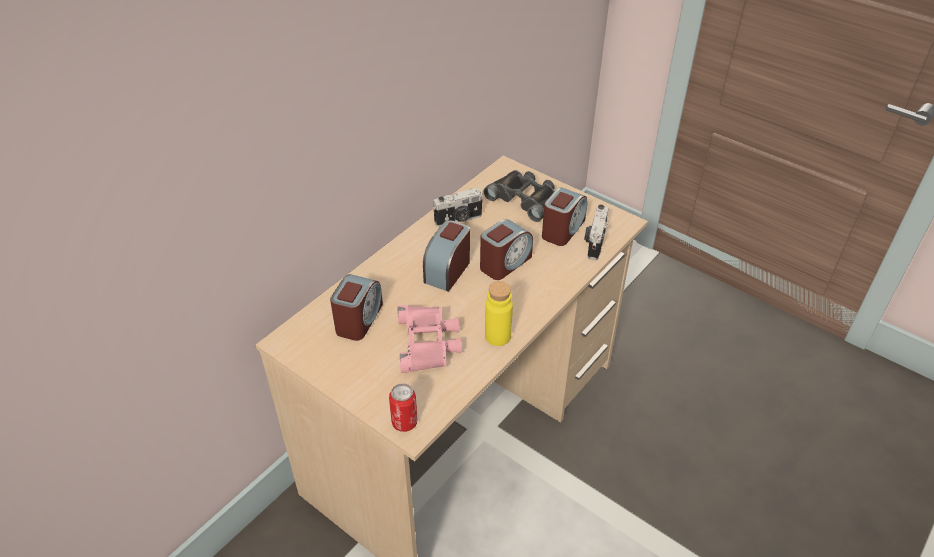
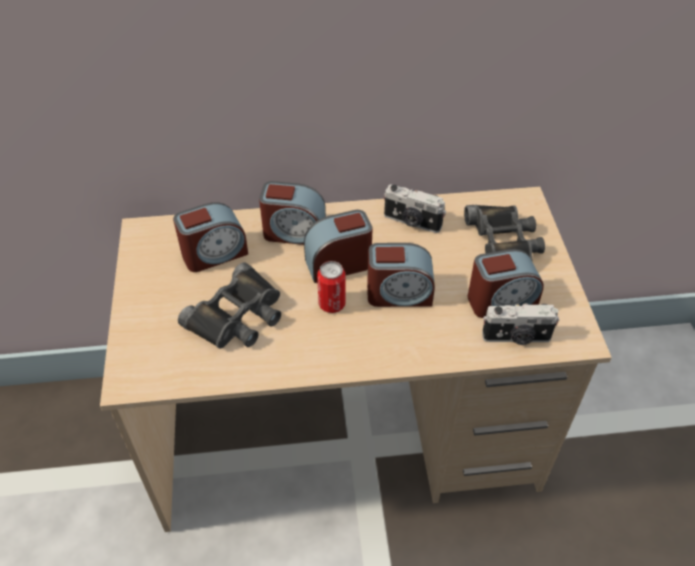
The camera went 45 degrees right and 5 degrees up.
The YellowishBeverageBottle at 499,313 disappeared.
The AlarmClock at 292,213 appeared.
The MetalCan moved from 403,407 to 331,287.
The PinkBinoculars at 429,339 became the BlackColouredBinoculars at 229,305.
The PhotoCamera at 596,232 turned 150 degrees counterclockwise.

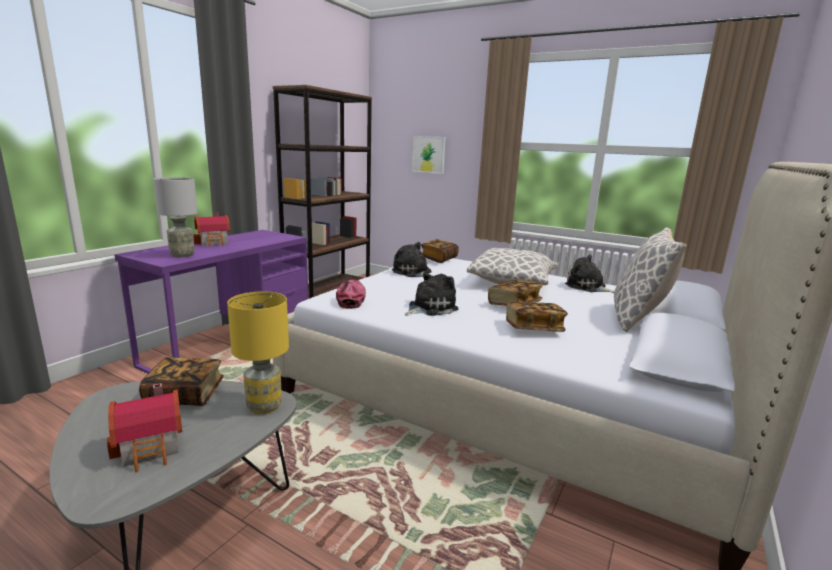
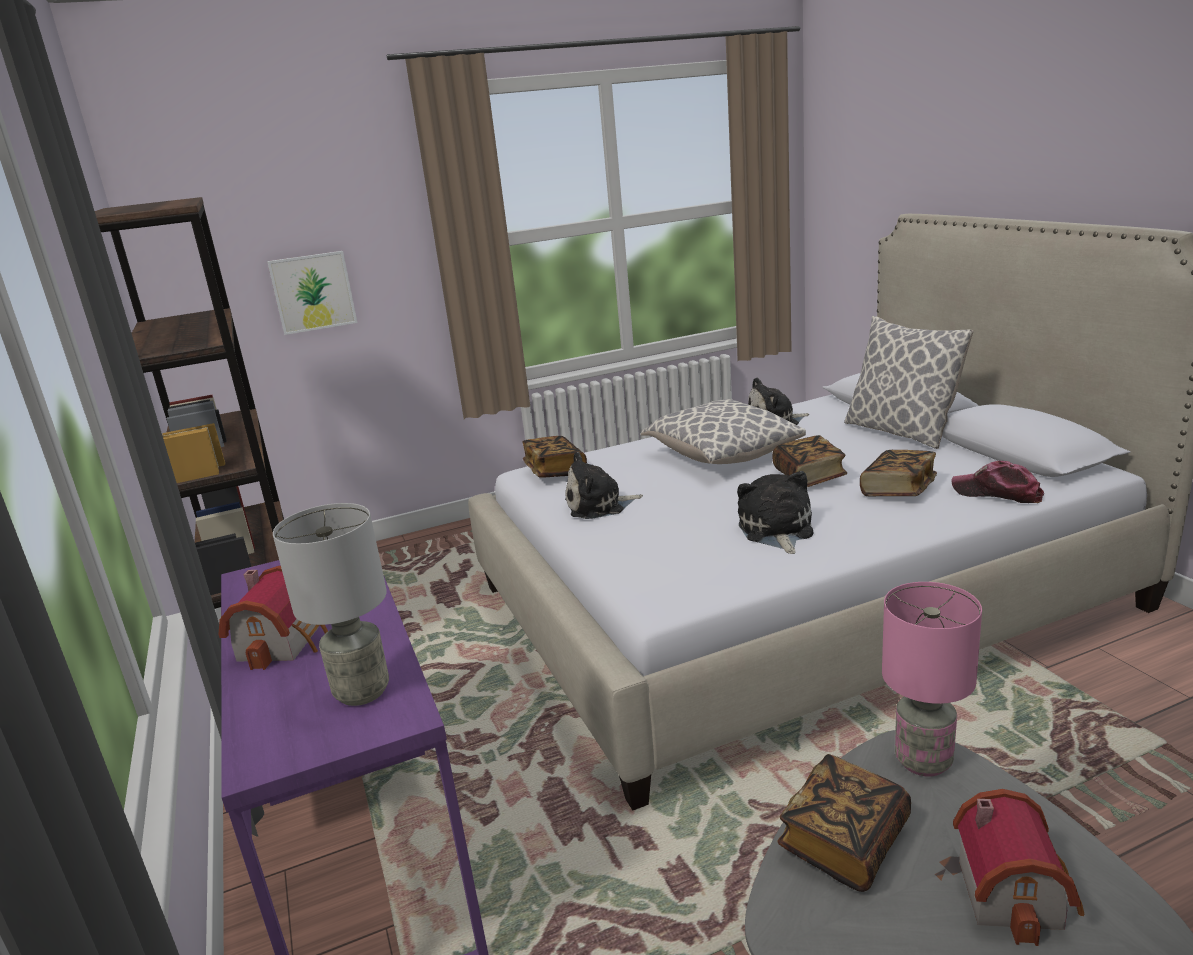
The camera went 50 degrees left and 5 degrees up.
The Cap moved from 351,294 to 997,482.
The YellowishTableLamp at 258,352 became the PinkTableLamp at 932,679.

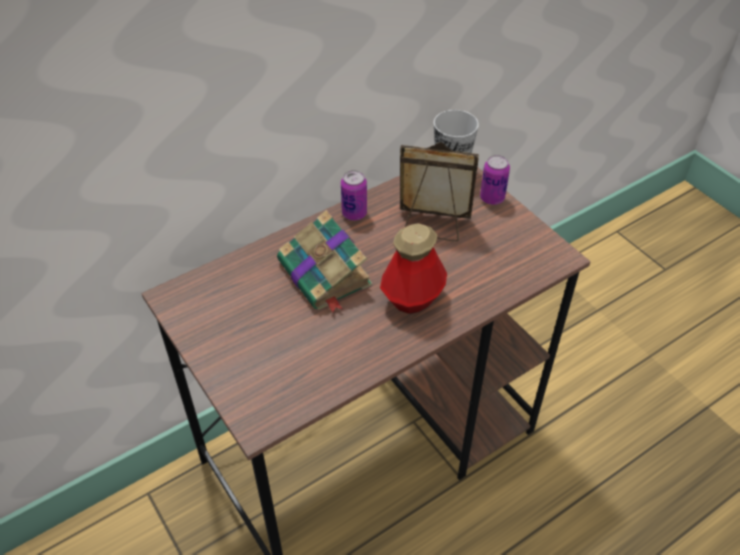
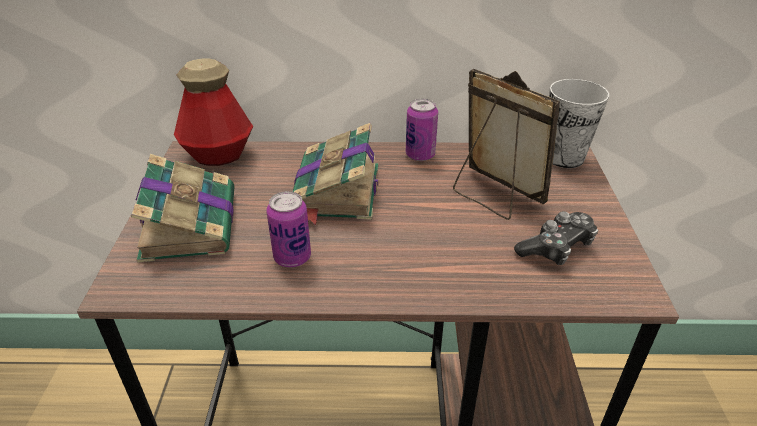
The camera went 35 degrees right and 10 degrees down.
The BoundBook at 182,208 appeared.
The Gamepad at 556,238 appeared.
The BeverageBottle moved from 413,268 to 213,112.
The MetalCan moved from 495,180 to 288,229.

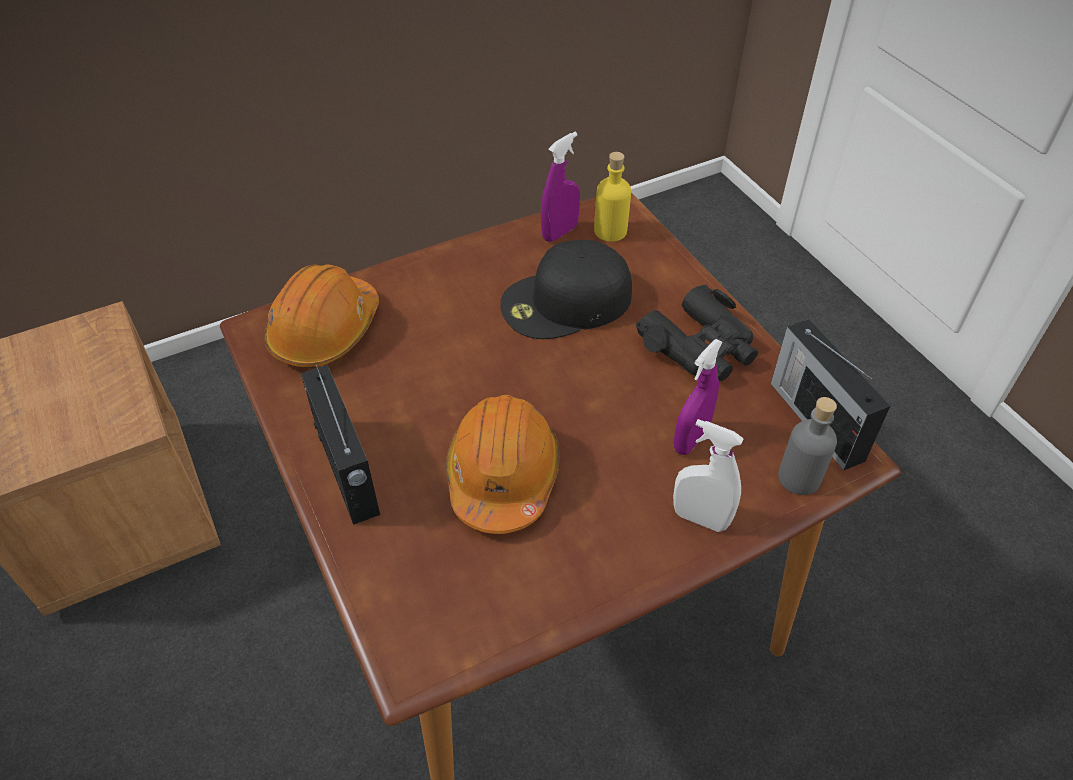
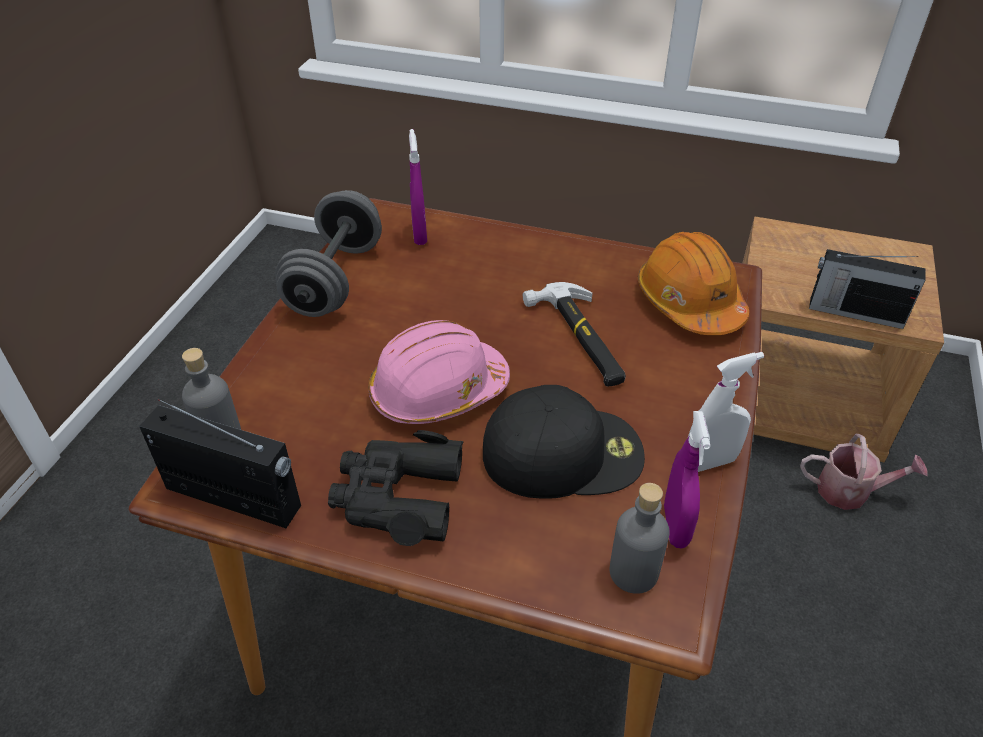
The camera went 135 degrees right and 5 degrees down.
The OrangeSafetyHelmet at 502,464 disappeared.
The GrayHandWeight at 328,253 appeared.
The PinkSafetyHelmet at 439,372 appeared.
The Hammer at 574,334 appeared.
The SprinklingCan at 864,472 appeared.
The RadioReceiver moved from 340,444 to 867,289.
The PurplishSprayer moved from 698,397 to 418,187.
The WhiteColouredSprayer moved from 708,475 to 726,412.
The YellowishBeverageBottle at 612,197 became the GrayBeverageBottle at 639,538.
The BlackColouredCap at 566,289 turned 60 degrees clockwise.

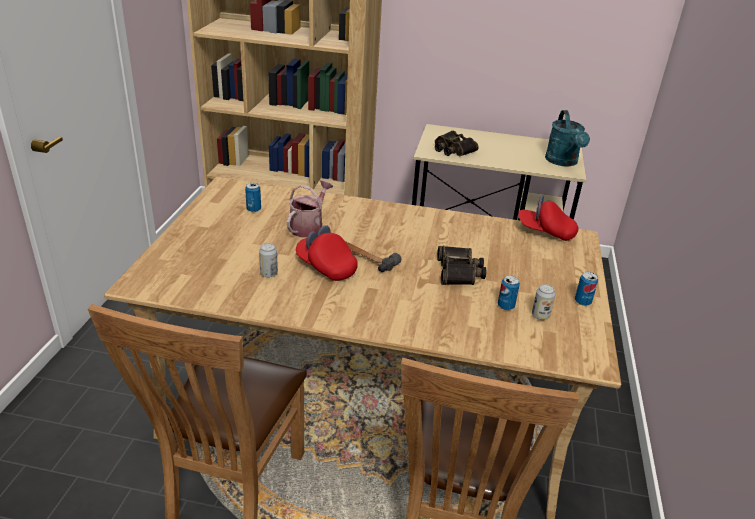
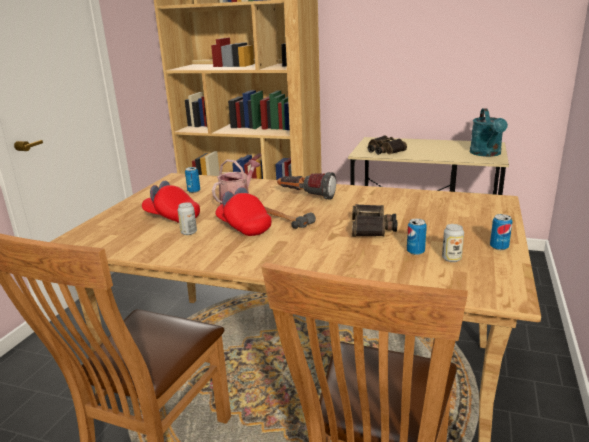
The camera went 10 degrees right and 10 degrees down.
The Torch at 306,186 appeared.
The RedColouredCap moved from 548,218 to 171,202.

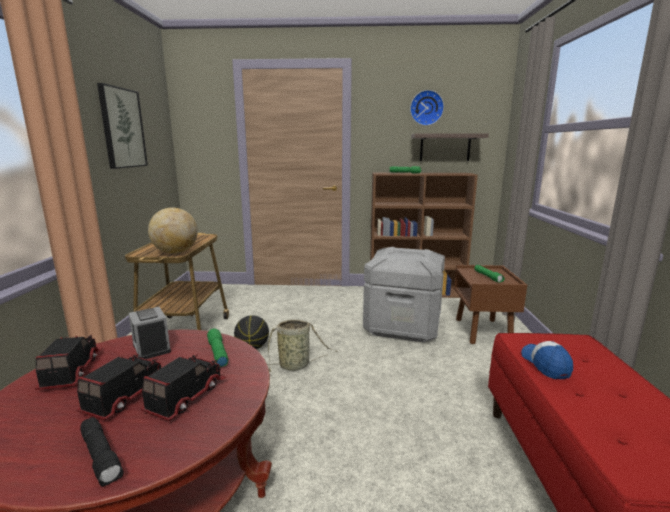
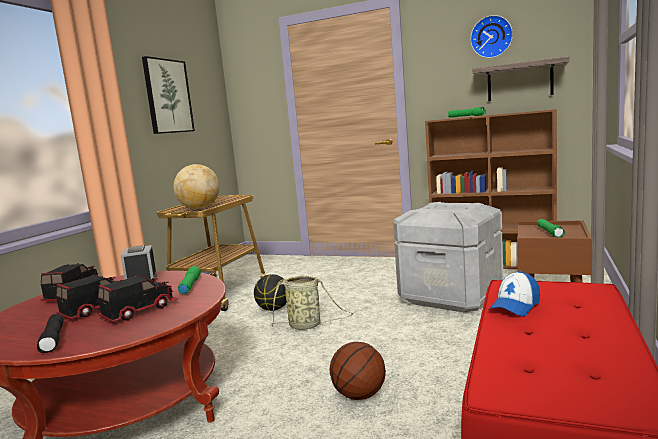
The camera went 20 degrees right and 5 degrees down.
The BallForBasketball at 358,371 appeared.
The Cap at 547,360 turned 150 degrees counterclockwise.

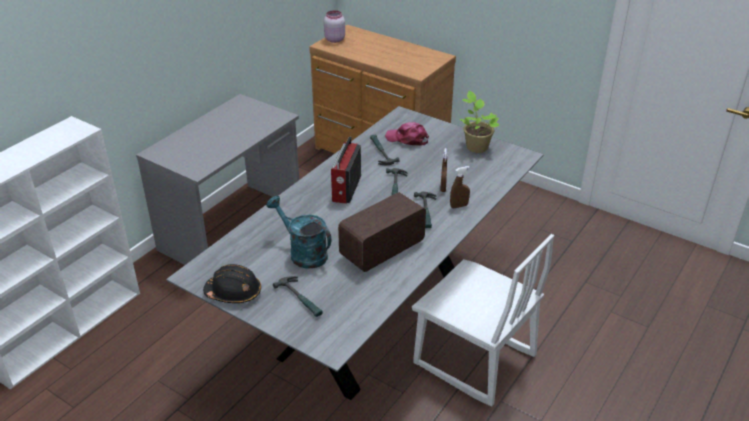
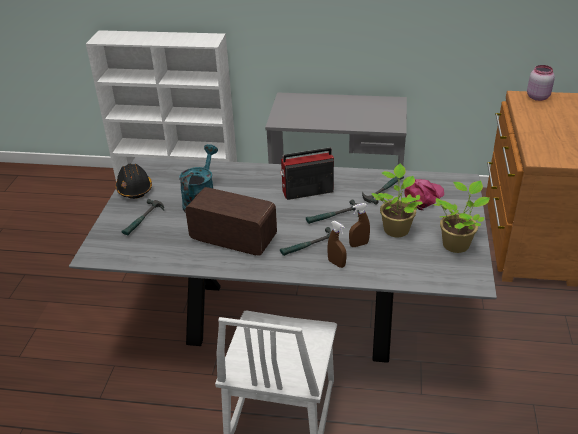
The camera went 65 degrees right and 0 degrees up.
The PlantInAPot at 397,200 appeared.
The PinkCap at 407,134 turned 45 degrees clockwise.

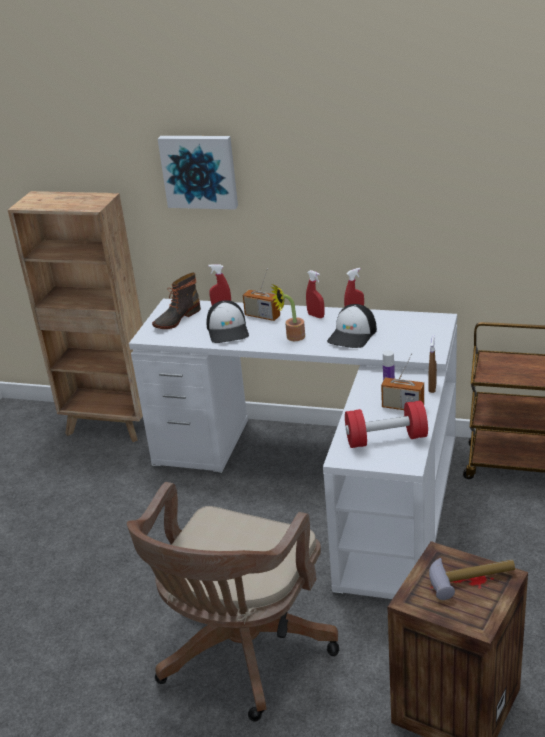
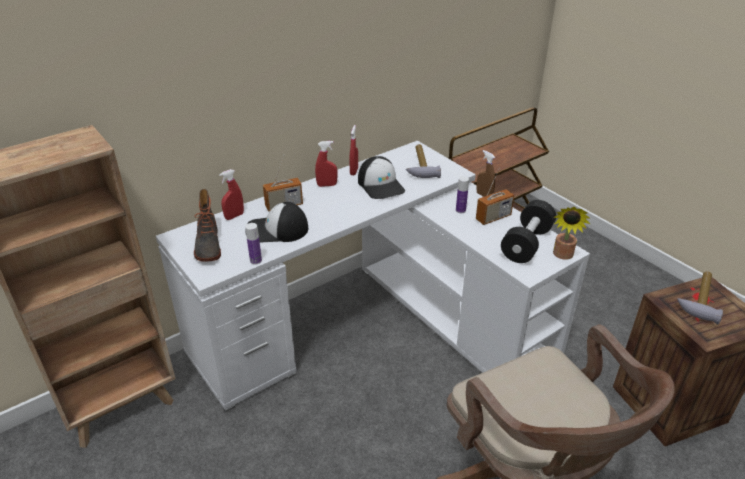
The camera went 55 degrees left and 5 degrees up.
The WallPicture at 198,173 disappeared.
The BeverageBottle at 253,243 appeared.
The Hammer at 423,161 appeared.
The PlantInAPot moved from 288,312 to 572,233.
The RedColouredHandWeight at 386,424 became the BlackColouredHandWeight at 528,231.
The Cap at 227,321 turned 150 degrees clockwise.

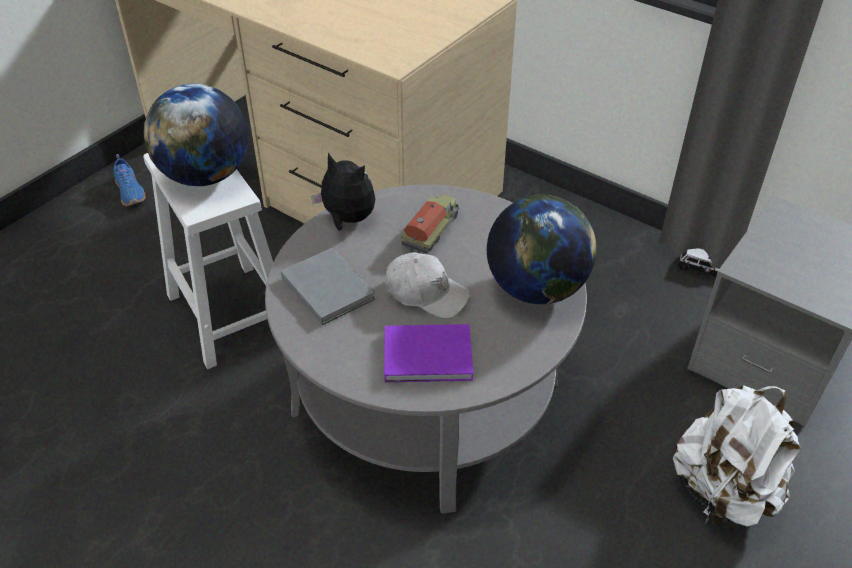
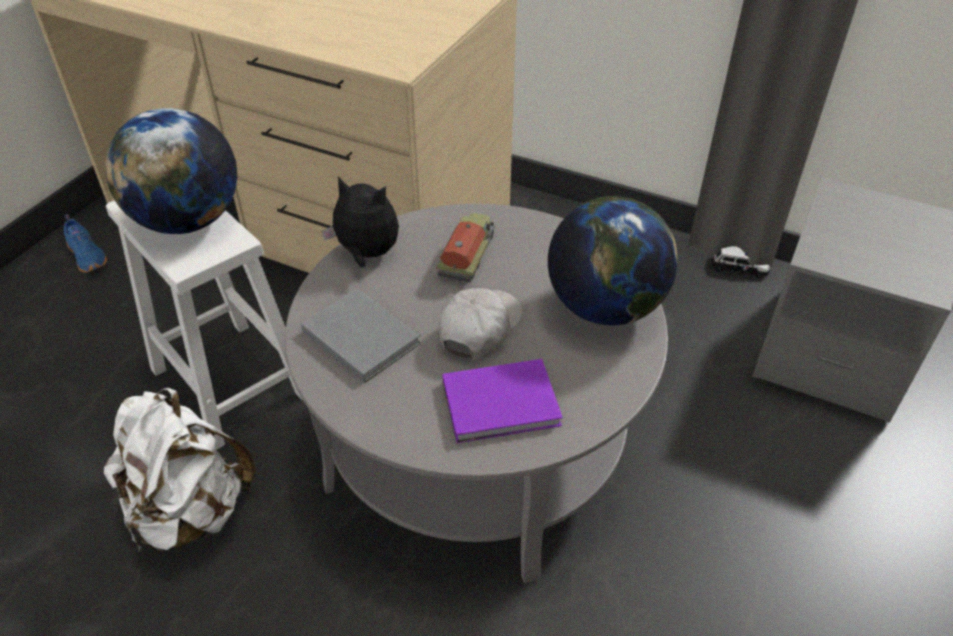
The camera went 10 degrees left and 0 degrees up.
The WhiteColouredRucksack moved from 736,456 to 180,470.
The WhiteColouredCap at 427,285 turned 75 degrees counterclockwise.

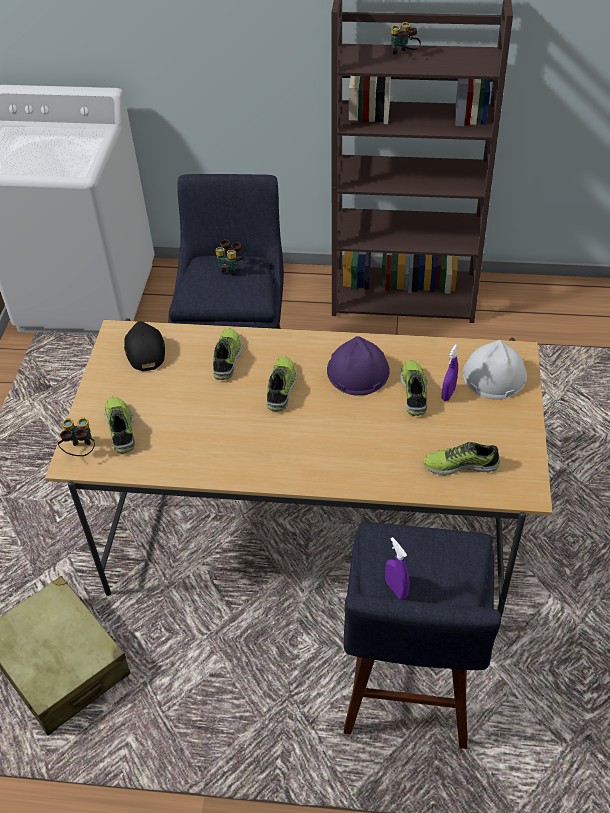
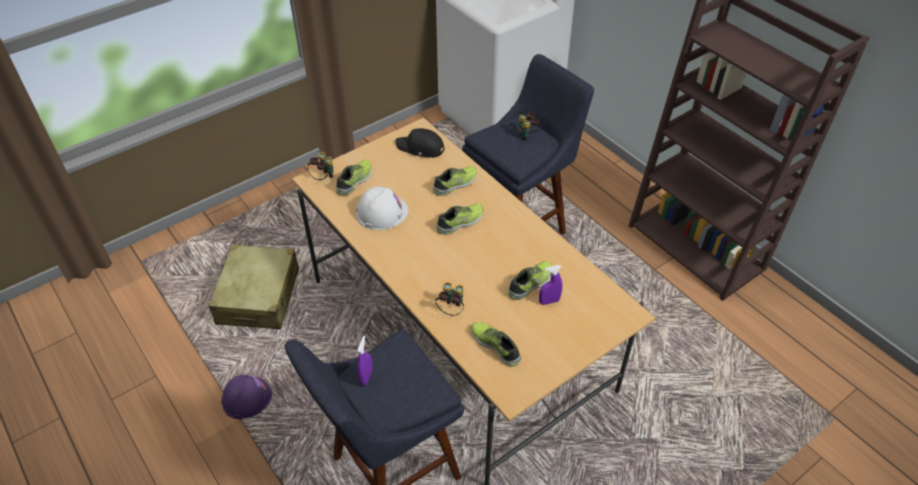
The camera went 45 degrees right and 0 degrees up.
The PurplishSafetyHelmet moved from 358,366 to 246,397.
The Binoculars moved from 406,38 to 449,299.
The WhiteColouredSafetyHelmet moved from 495,370 to 382,208.
The BlackColouredCap at 144,346 turned 105 degrees counterclockwise.

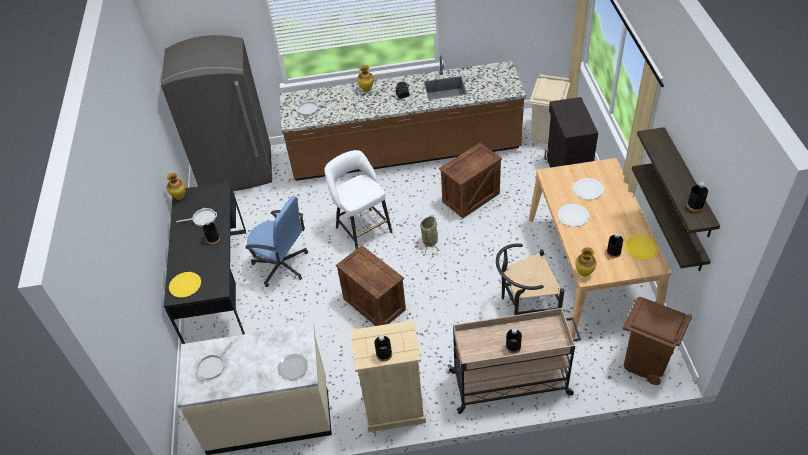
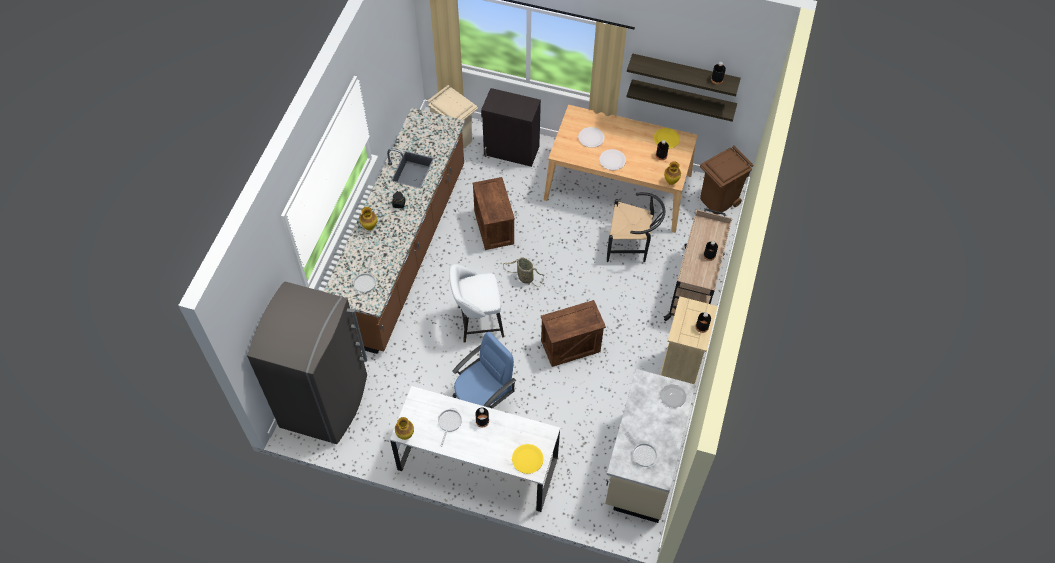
The camera went 70 degrees left and 10 degrees up.
The BlackColouredDeskTable at 205,263 became the WhiteColouredDeskTable at 475,449.
The BlackColouredChair at 530,279 turned 90 degrees counterclockwise.

